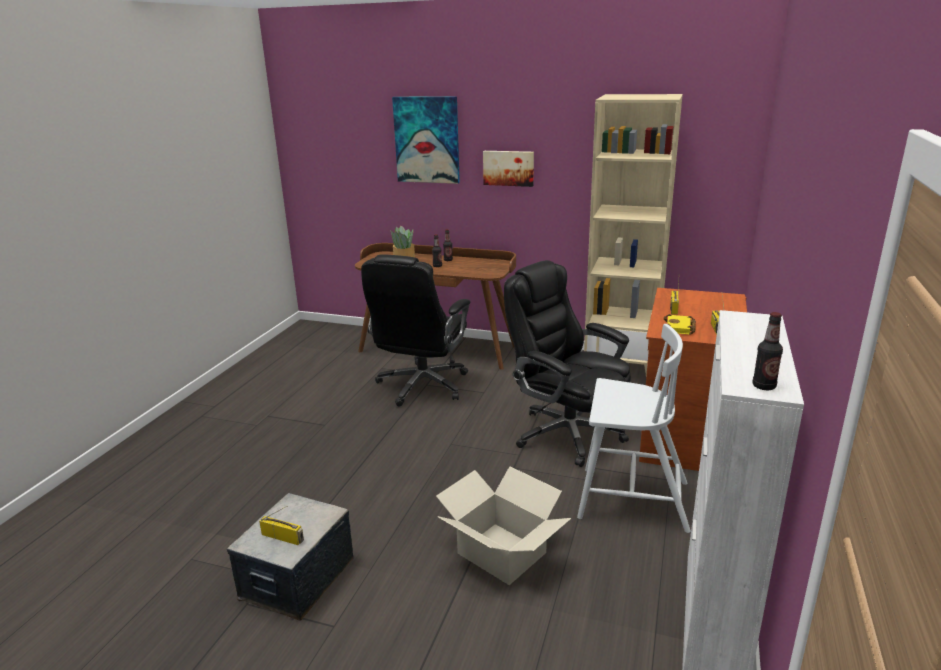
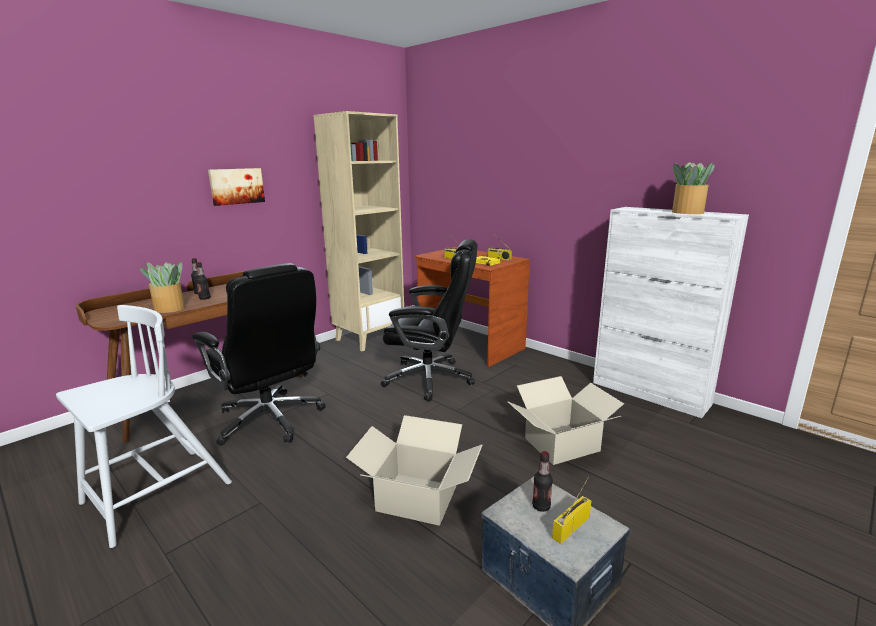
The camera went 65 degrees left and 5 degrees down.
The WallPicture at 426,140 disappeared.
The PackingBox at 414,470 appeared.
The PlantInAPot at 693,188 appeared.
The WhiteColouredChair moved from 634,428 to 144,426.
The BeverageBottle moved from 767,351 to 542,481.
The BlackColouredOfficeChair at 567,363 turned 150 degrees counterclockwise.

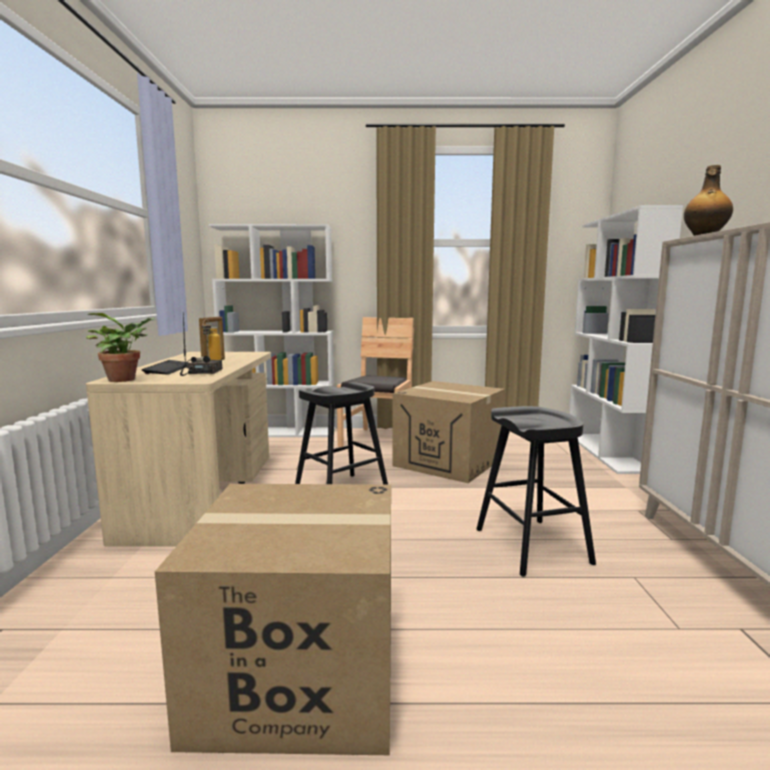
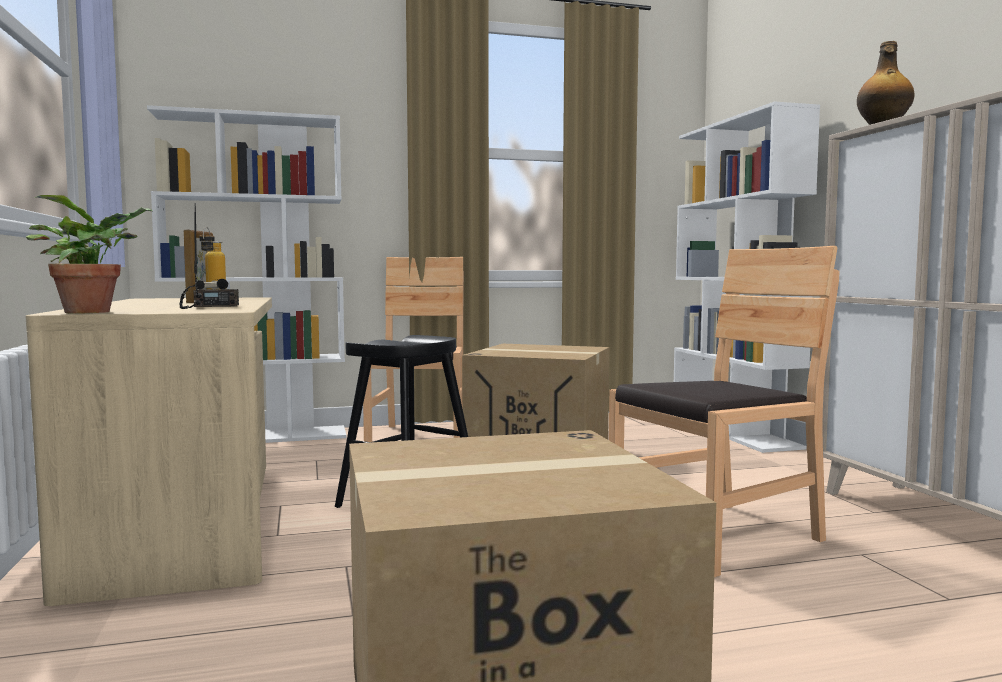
The camera went 15 degrees left and 5 degrees down.
The PcKeyboard at 165,367 disappeared.
The BlackColouredStoolSeat at 536,491 was replaced by the BrownChair at 724,411.

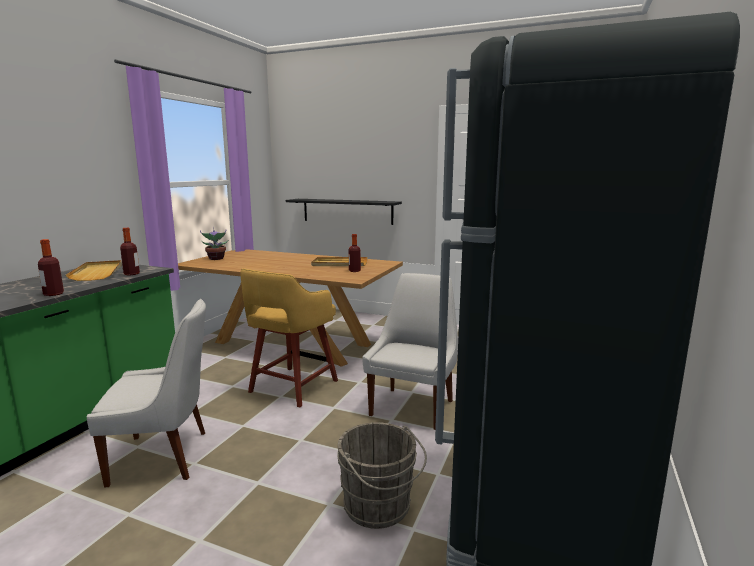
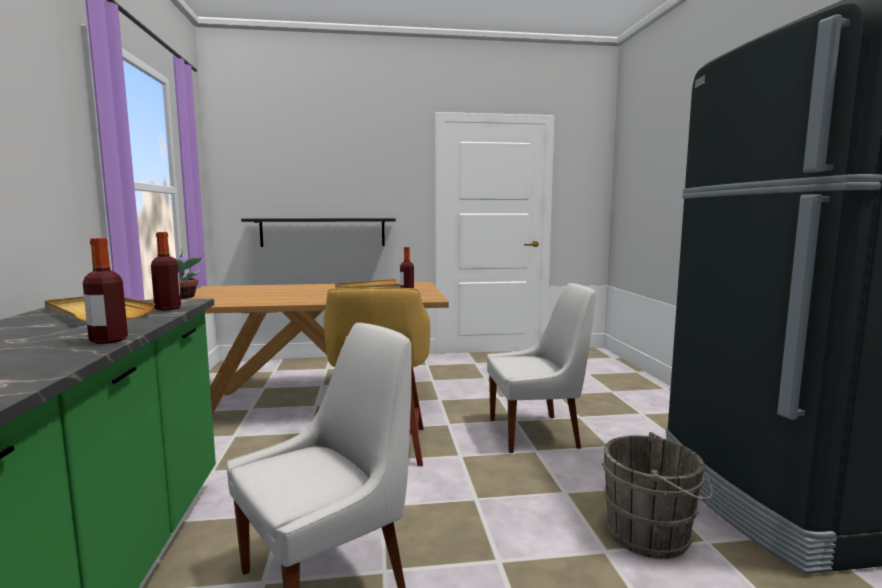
The camera went 30 degrees left and 5 degrees down.
The WhiteColouredChair at 410,351 turned 90 degrees clockwise.

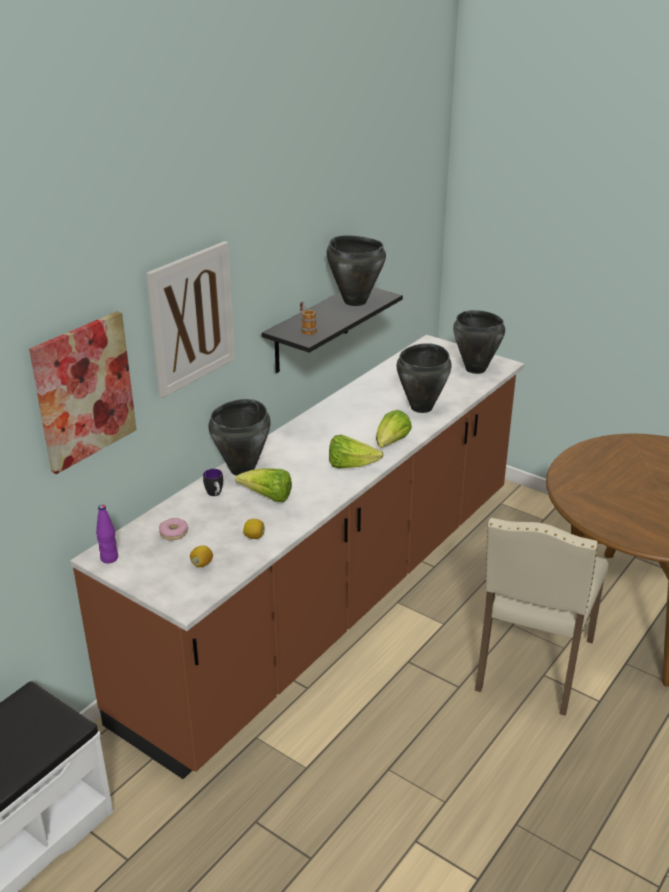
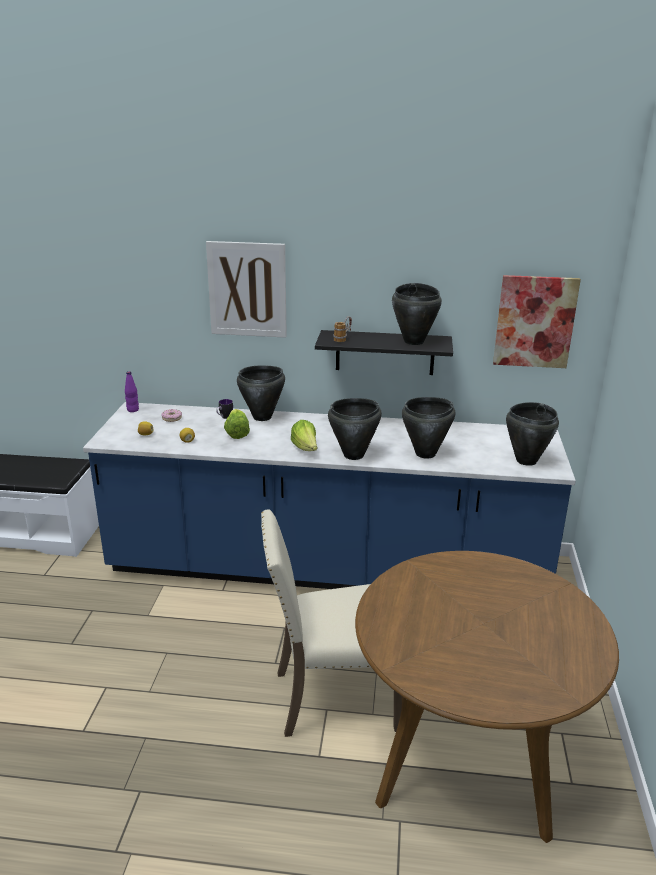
The camera went 60 degrees right and 5 degrees down.
The WallPicture moved from 83,392 to 537,321.
The LettuceHead at 394,429 was replaced by the BlackColouredCookingPot at 355,429.
The BrownKitchenBaseUnit at 297,557 became the BlueKitchenBaseUnit at 329,495.

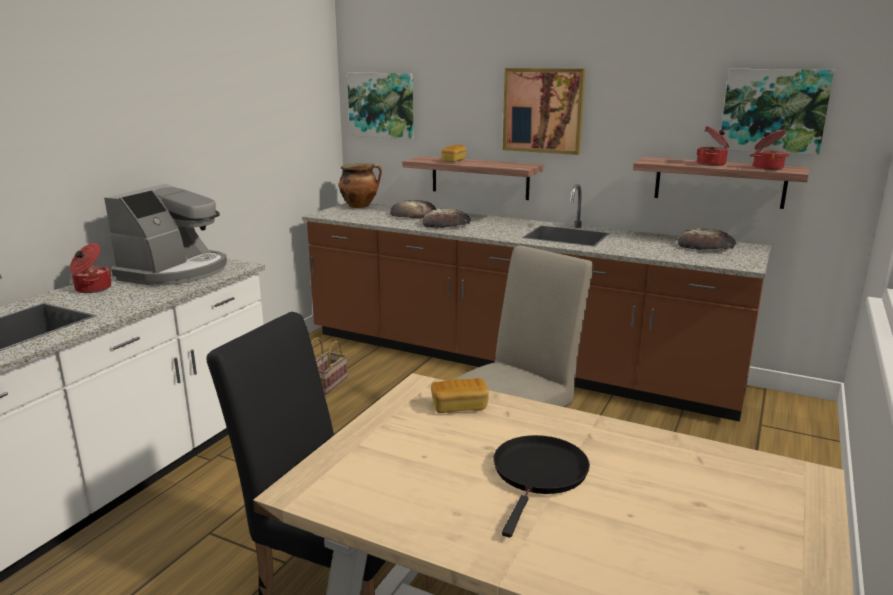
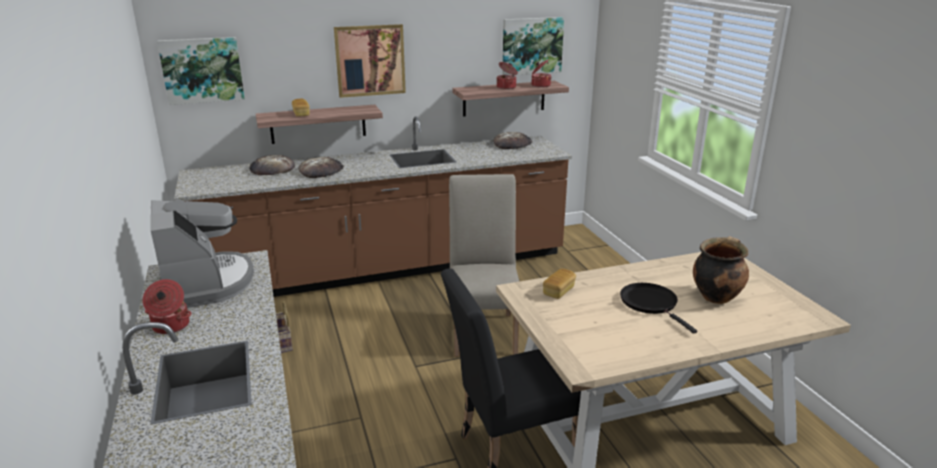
The camera went 45 degrees left and 5 degrees up.
The CookingPot moved from 360,185 to 721,270.

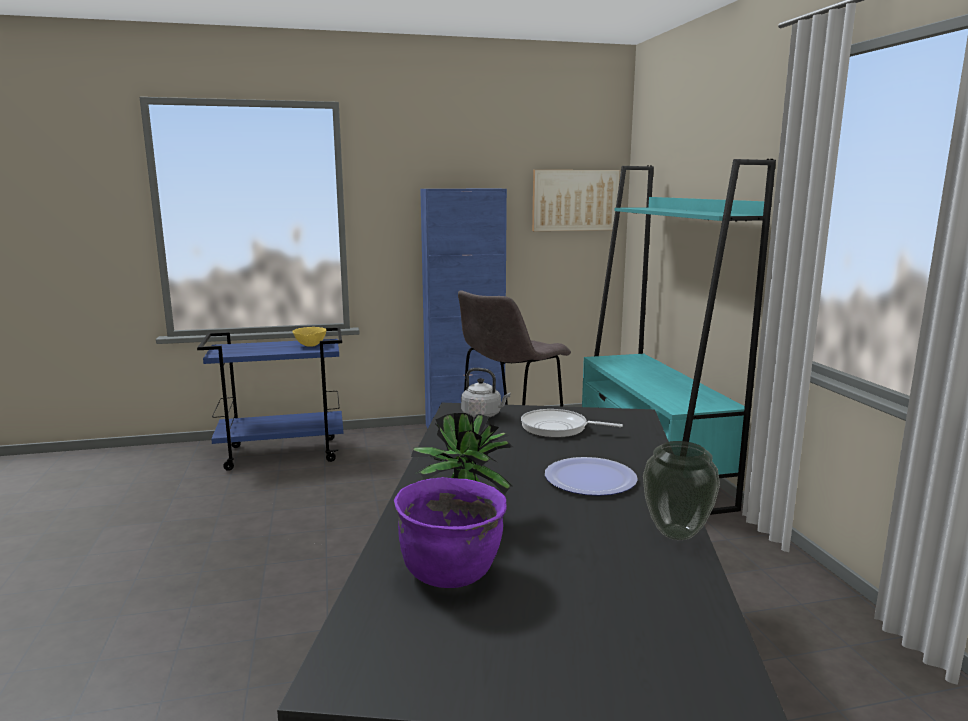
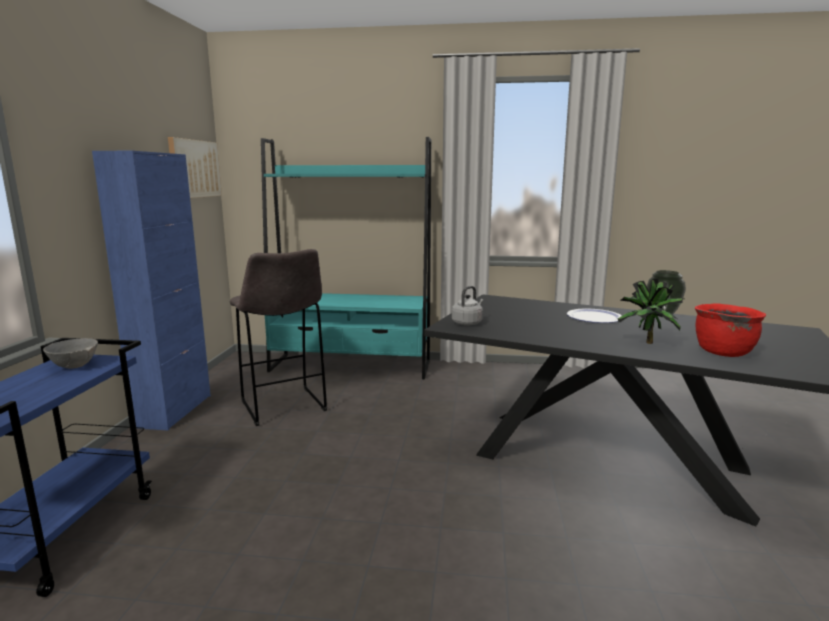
The camera went 70 degrees left and 0 degrees up.
The Skillet at 572,423 disappeared.
The YellowishServingBowl at 309,337 became the GrayServingBowl at 70,353.
The PurplishCookingPot at 450,532 became the RedColouredCookingPot at 730,330.

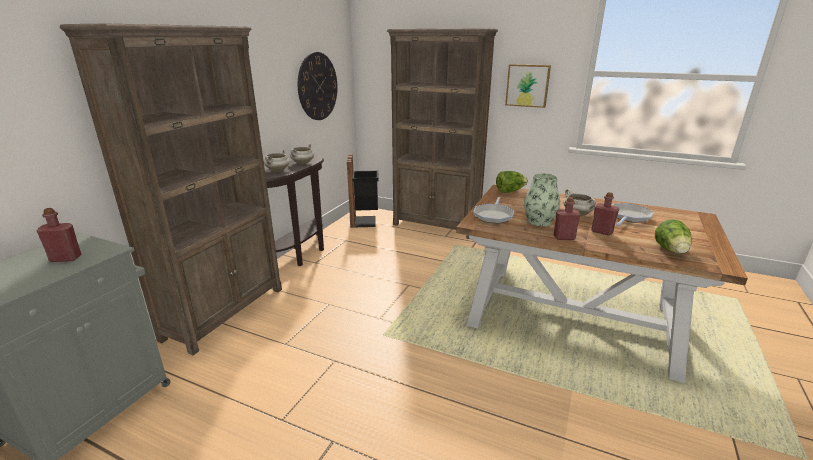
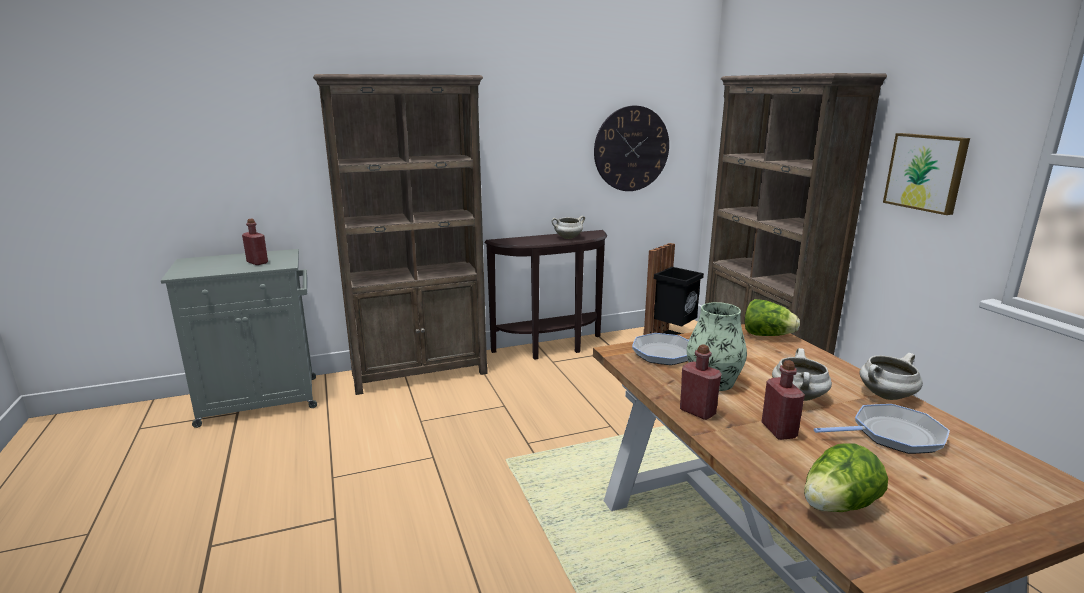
The camera went 45 degrees right and 5 degrees down.
The WhiteColouredCookingPot moved from 277,161 to 891,376.

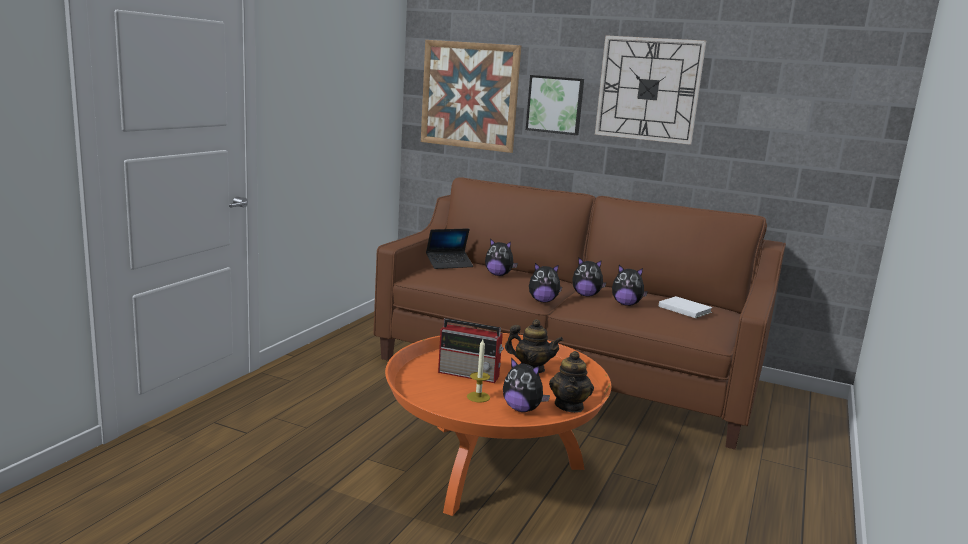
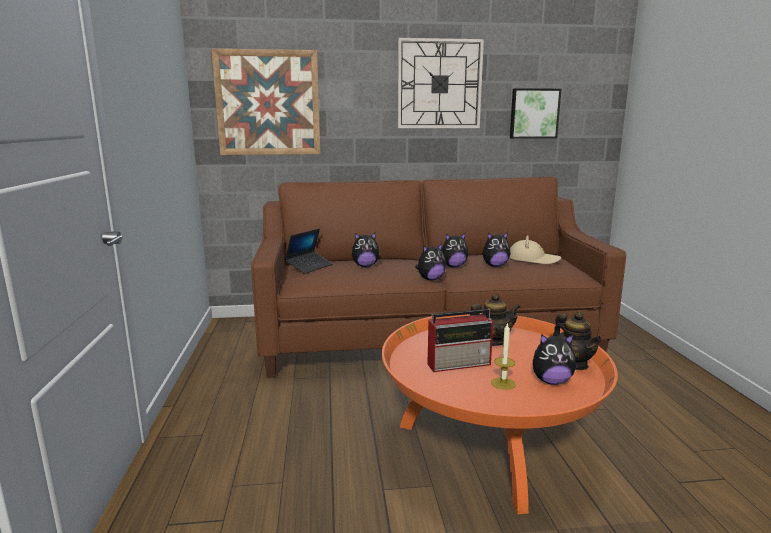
The camera went 30 degrees left and 0 degrees up.
The WallPicture moved from 555,105 to 535,113.
The WhiteColouredBoundBook at 685,307 was replaced by the SandColouredWearableHat at 535,249.

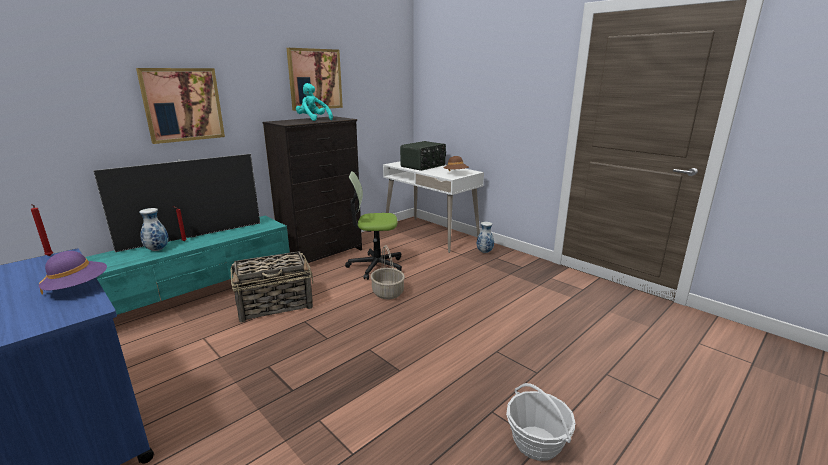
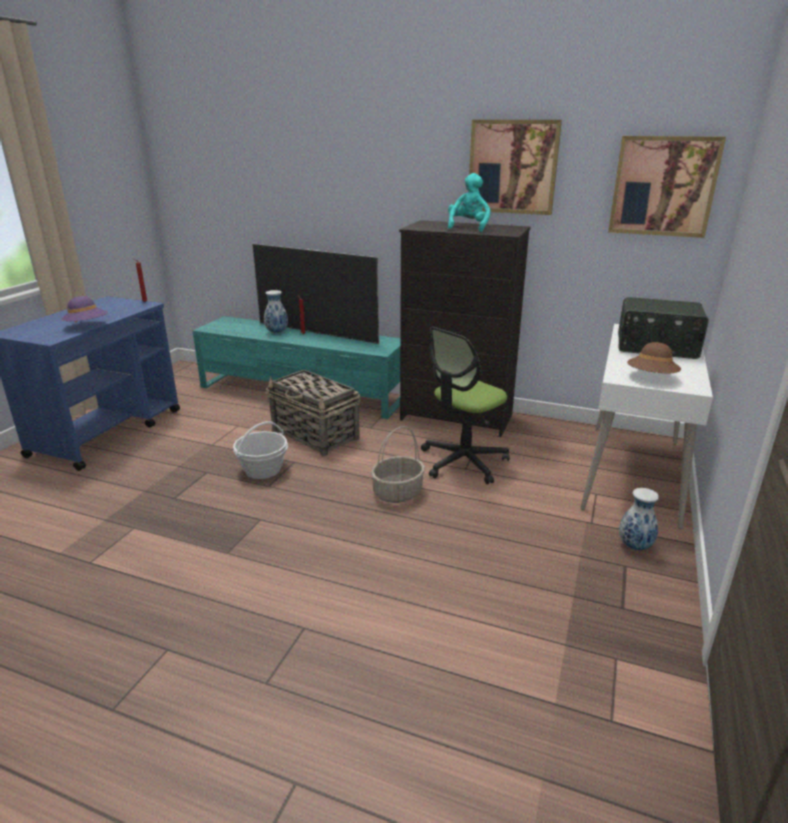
The camera went 65 degrees right and 5 degrees up.
The WallPicture moved from 180,106 to 667,187.
The HouseholdBasket moved from 540,422 to 260,450.
The OfficeChair at 373,225 turned 105 degrees counterclockwise.

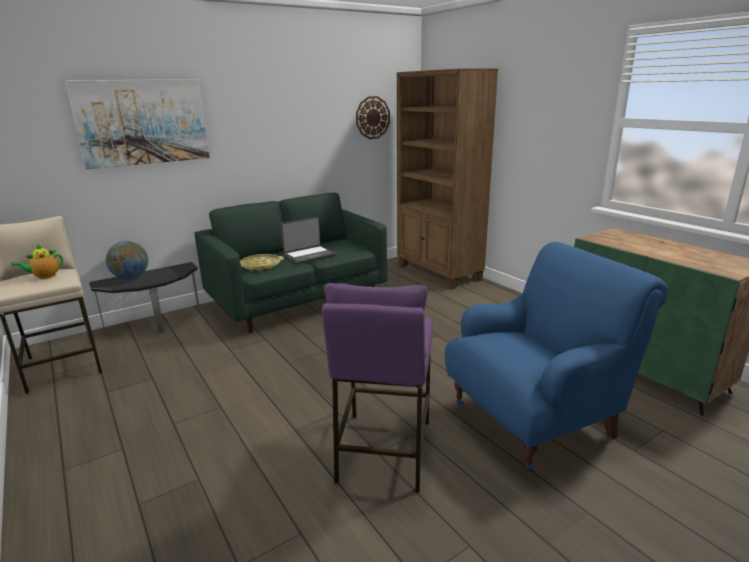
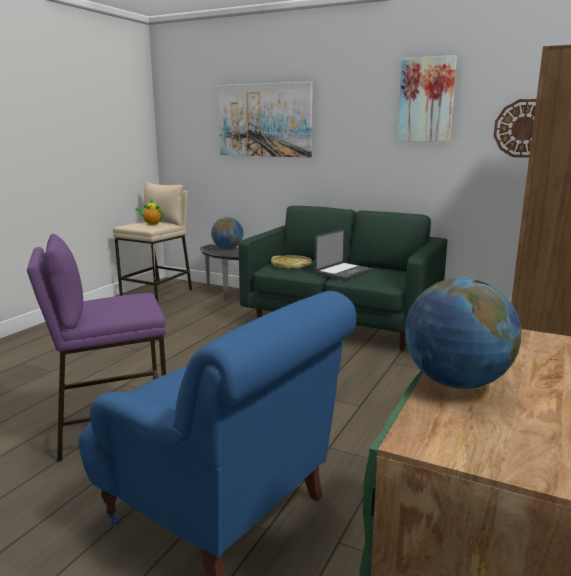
The camera went 60 degrees right and 5 degrees down.
The WallPicture at 427,98 appeared.
The DeskGlobe at 463,333 appeared.
The Laptop at 308,240 turned 75 degrees counterclockwise.

